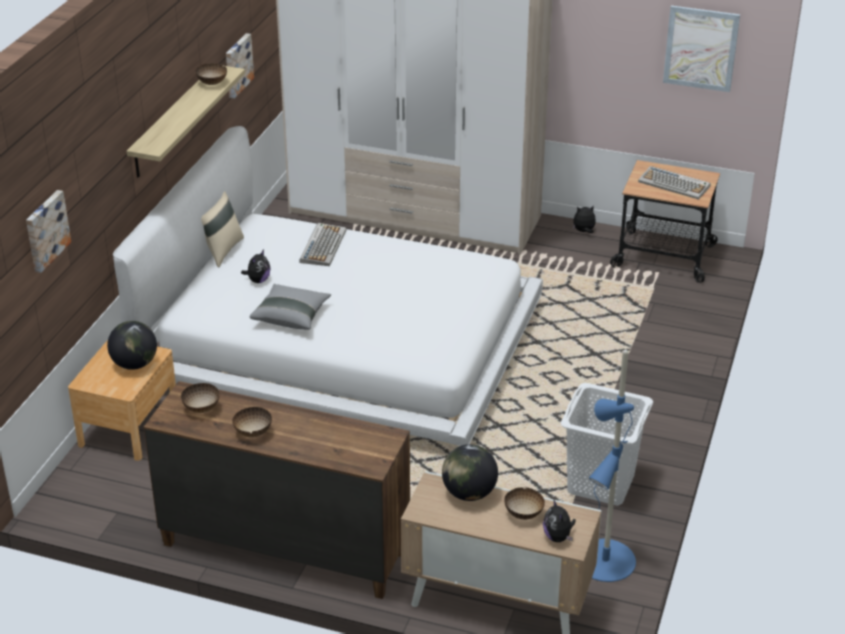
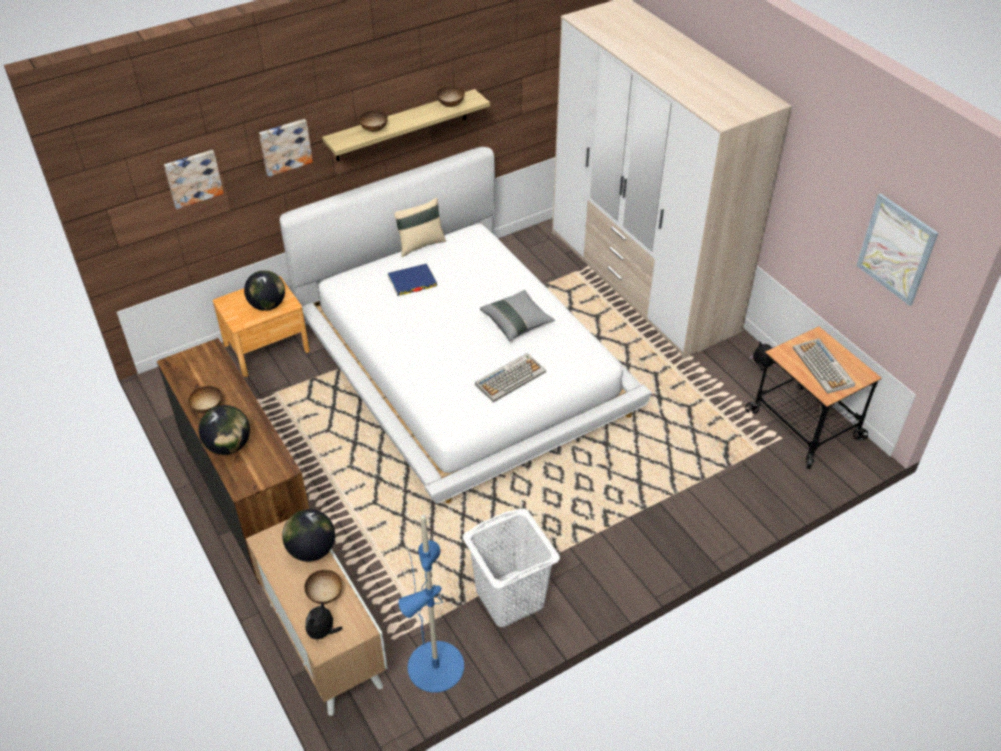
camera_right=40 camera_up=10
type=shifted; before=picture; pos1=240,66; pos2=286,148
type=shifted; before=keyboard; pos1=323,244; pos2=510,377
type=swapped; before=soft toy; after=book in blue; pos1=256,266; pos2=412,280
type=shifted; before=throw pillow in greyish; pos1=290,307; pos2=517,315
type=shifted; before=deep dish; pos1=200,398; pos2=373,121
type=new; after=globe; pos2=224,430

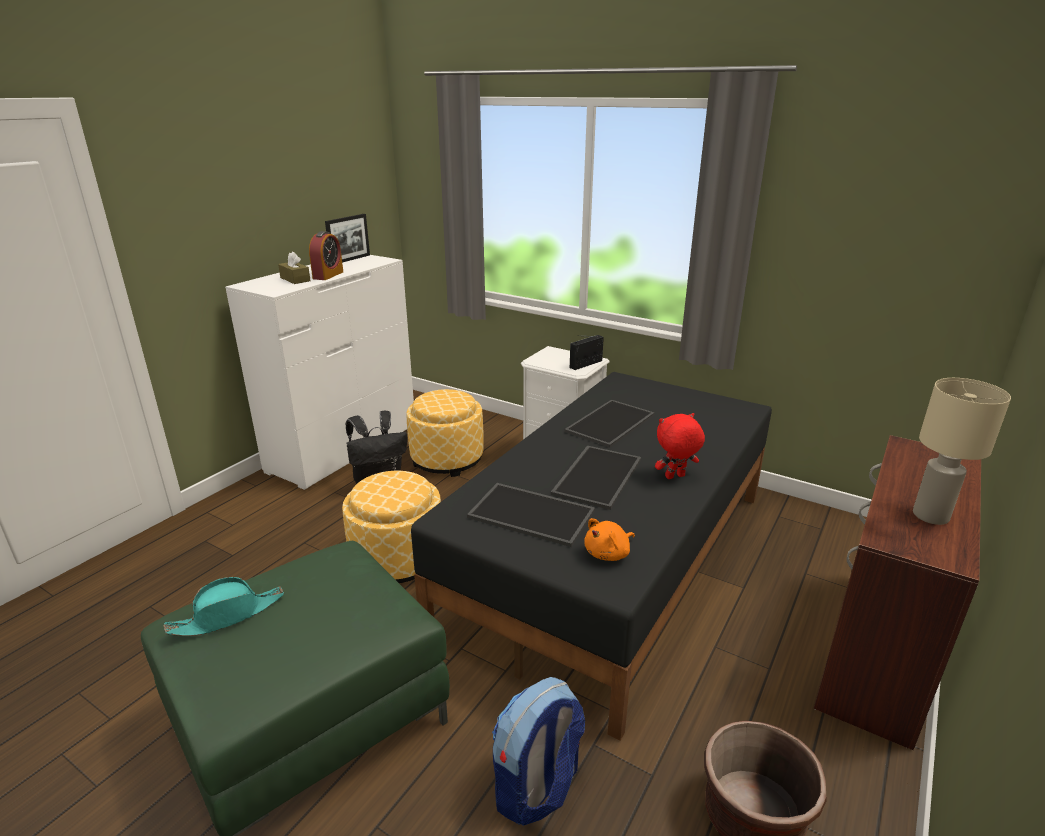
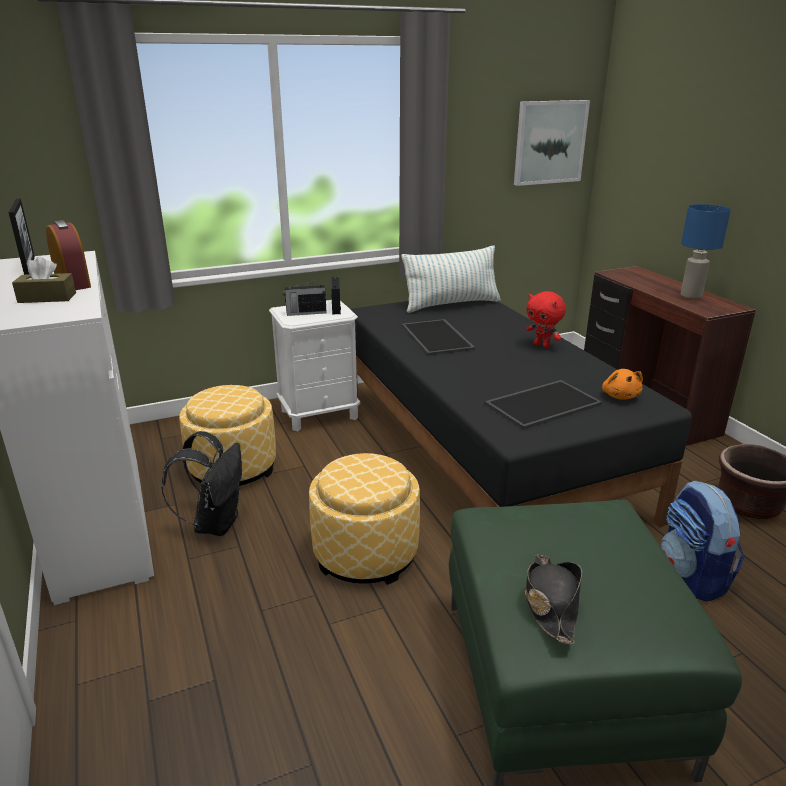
camera_right=-55 camera_up=0
type=repainted; before=table lamp in sand-coloured; after=table lamp in blue; pos1=962,451; pos2=706,251
type=rotated; before=soft toy in red-coloured; pos1=680,446; pos2=546,320; turn=-60
type=gone; before=serving tray; pos1=596,478
type=repainted; before=wearable hat in blue-green; after=wearable hat in black; pos1=224,606; pos2=553,599
type=new; after=picture; pos2=552,143
type=new; after=throw pillow; pos2=451,279
type=new; after=radio receiver; pos2=305,297

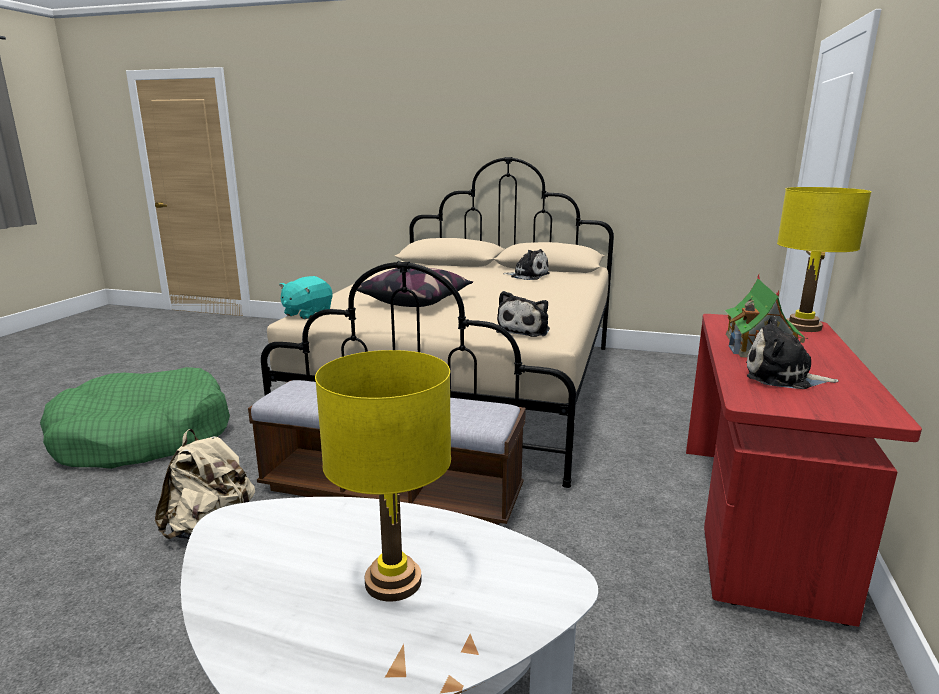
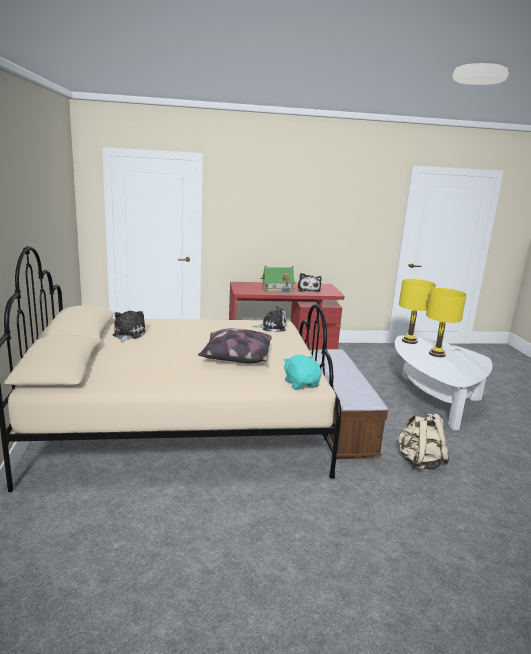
camera_right=-115 camera_up=0
type=shifted; before=table lamp in yellow-coloured; pos1=824,259; pos2=417,311
type=rotated; before=soft toy in blue-green; pos1=305,297; pos2=302,372; turn=-120
type=gone; before=dog bed in greenish; pos1=135,418

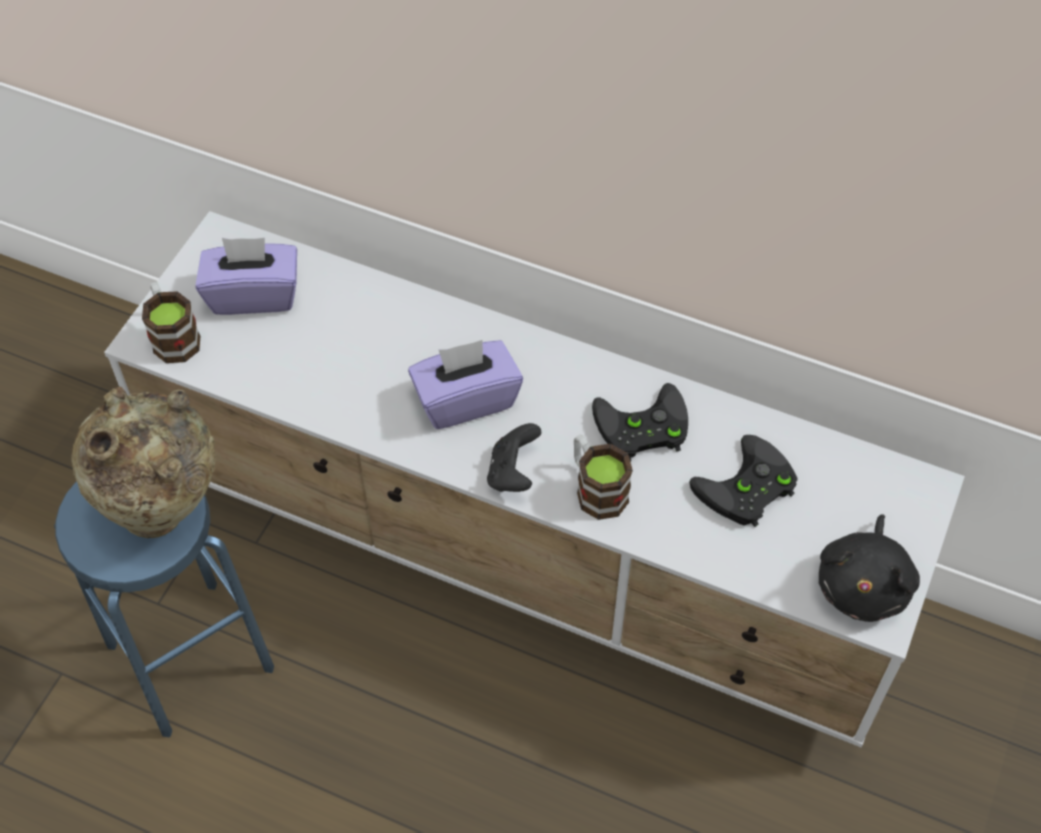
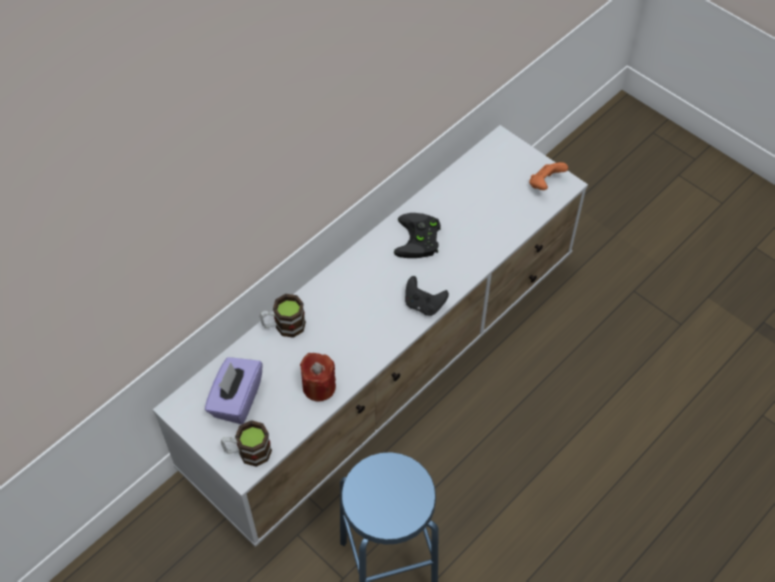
camera_right=-70 camera_up=0
type=gone; before=box of tissues in purplish; pos1=465,384
type=gone; before=decorative vase in sand-coloured; pos1=143,462
type=shifted; before=coffee mug; pos1=603,477; pos2=283,316
type=gone; before=game controller in black; pos1=743,481
type=swapped; before=soft toy in black; after=game controller in orange; pos1=869,568; pos2=548,176
type=new; after=wax candle in red-coloured; pos2=318,377

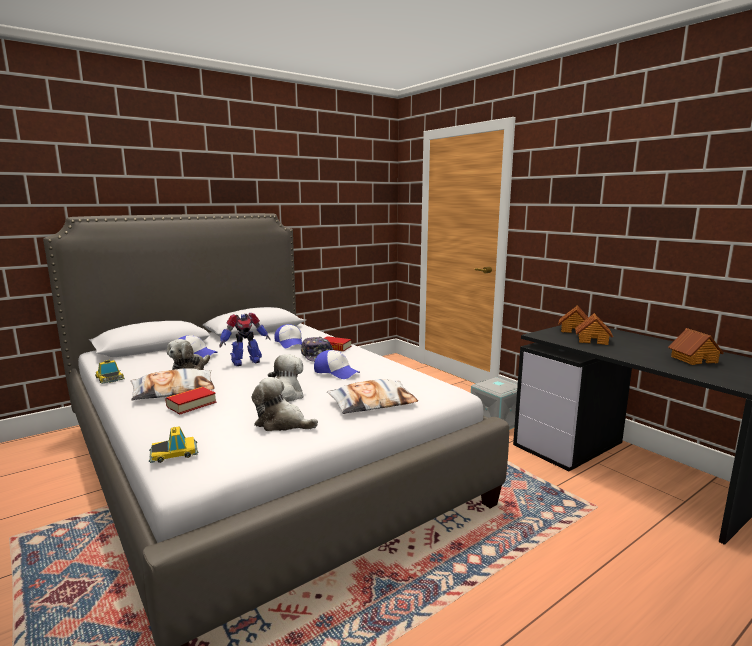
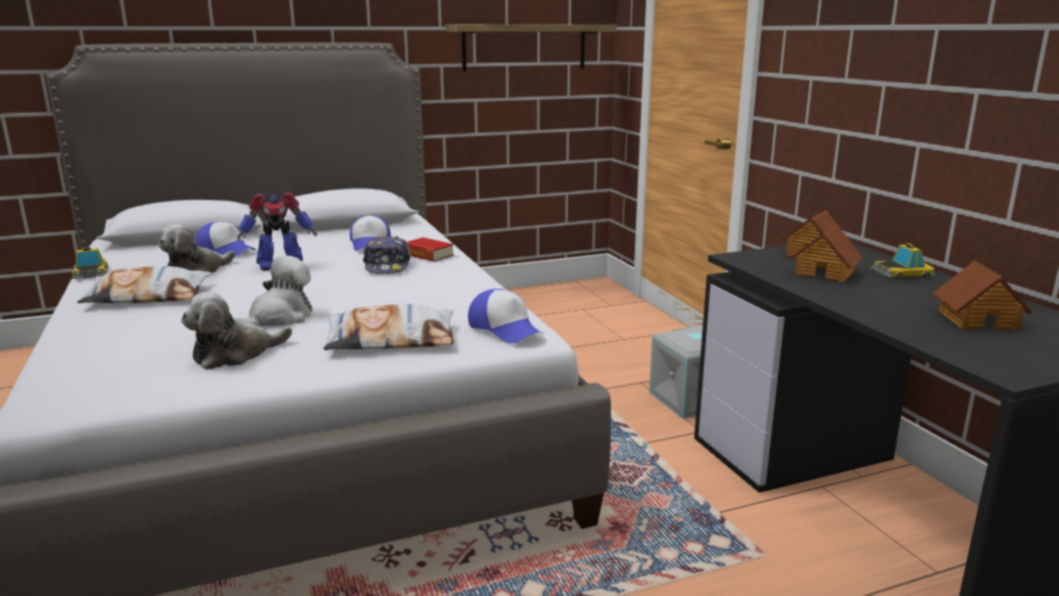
camera_right=15 camera_up=5
type=shifted; before=baseball cap; pos1=337,364; pos2=505,316
type=rotated; before=soft toy; pos1=285,404; pos2=236,331; turn=-75
type=gone; before=book; pos1=190,400
type=shifted; before=miniature car; pos1=173,444; pos2=903,261
type=new; after=wall shelf; pos2=531,47

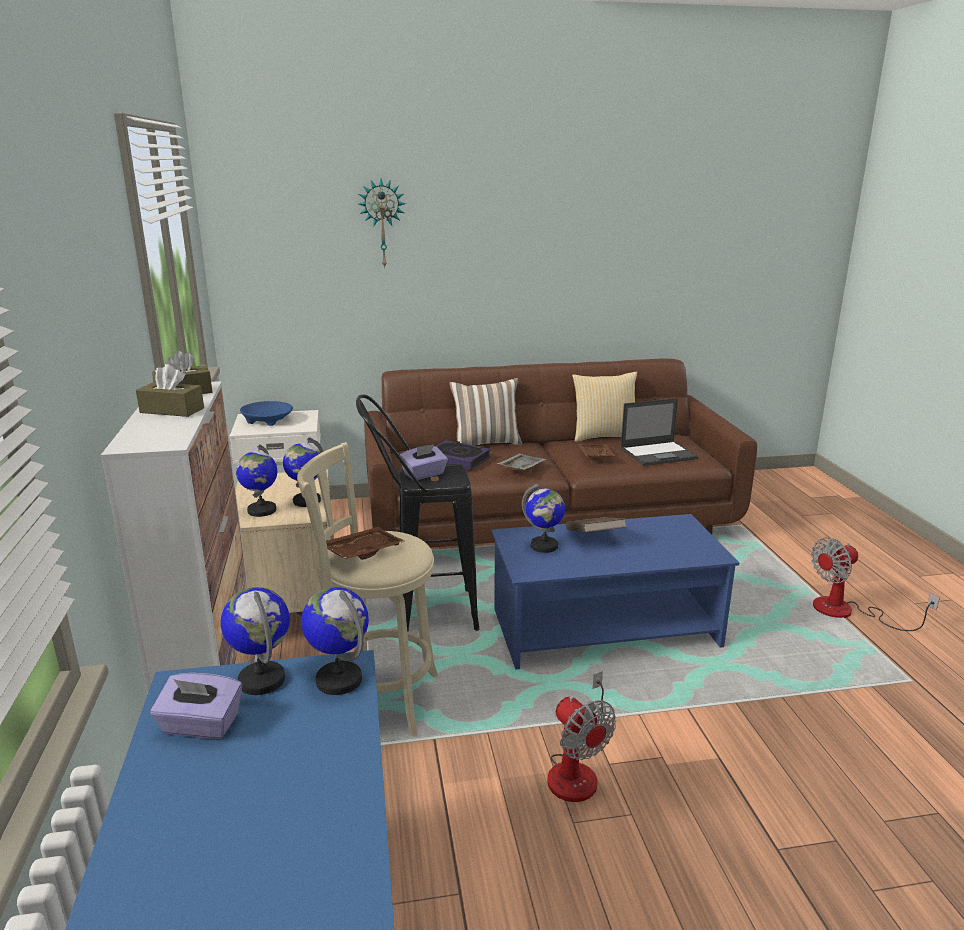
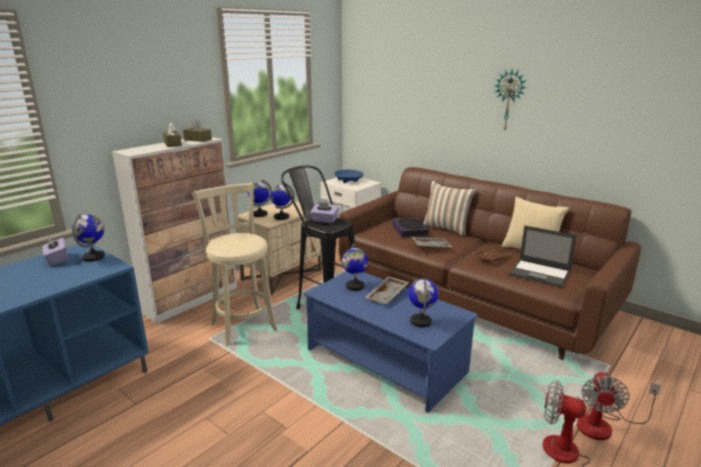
camera_right=50 camera_up=0
type=shifted; before=clock on the wall; pos1=382,224; pos2=510,99
type=swapped; before=book in brown-coloured; after=serving tray in greyish; pos1=596,524; pos2=387,290
type=gone; before=serving tray in brown-coloured; pos1=366,543
type=shifted; before=globe; pos1=335,641; pos2=423,302
type=shifted; before=fan; pos1=581,736; pos2=619,406

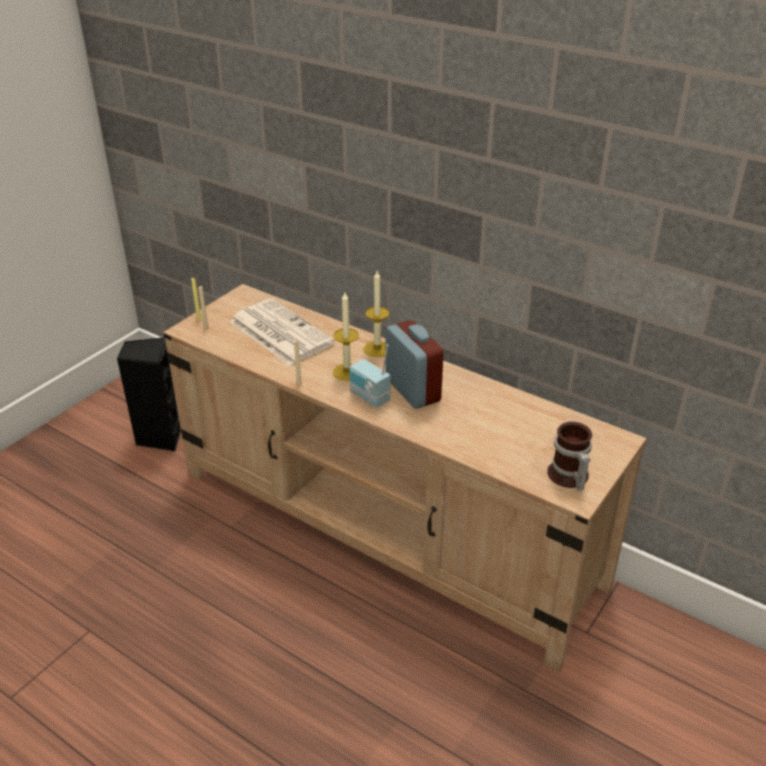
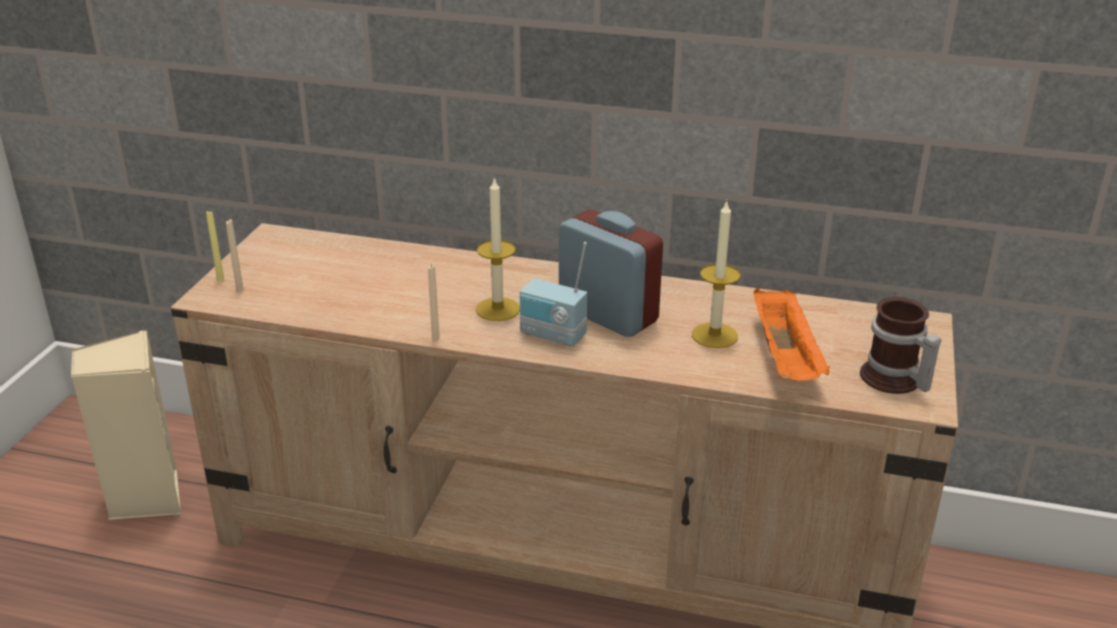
camera_right=-20 camera_up=-5
type=shifted; before=wax candle; pos1=376,314; pos2=716,274
type=gone; before=printed paper; pos1=282,332
type=repainted; before=loudspeaker in black; after=loudspeaker in sand-coloured; pos1=149,394; pos2=126,425
type=new; after=serving tray in orange; pos2=791,334

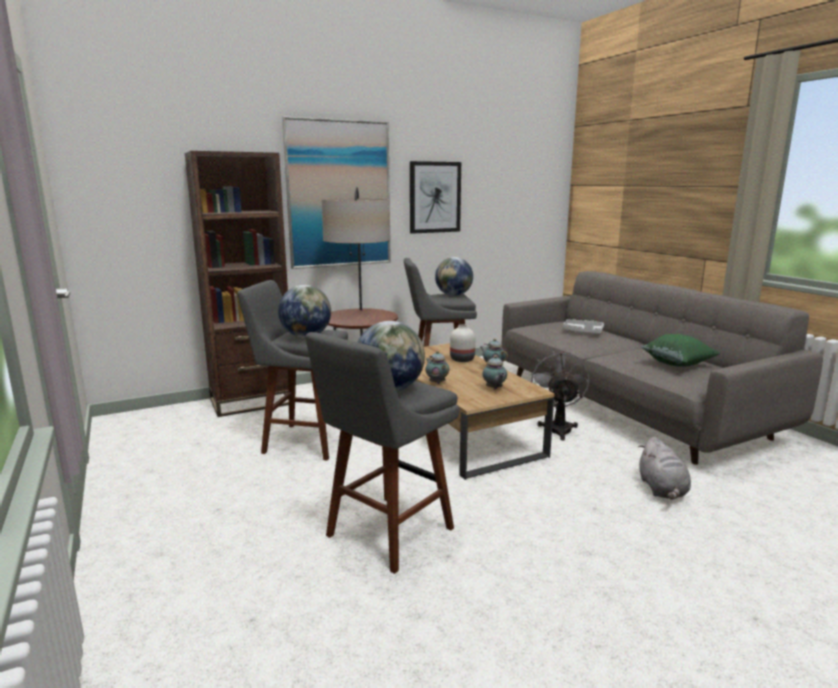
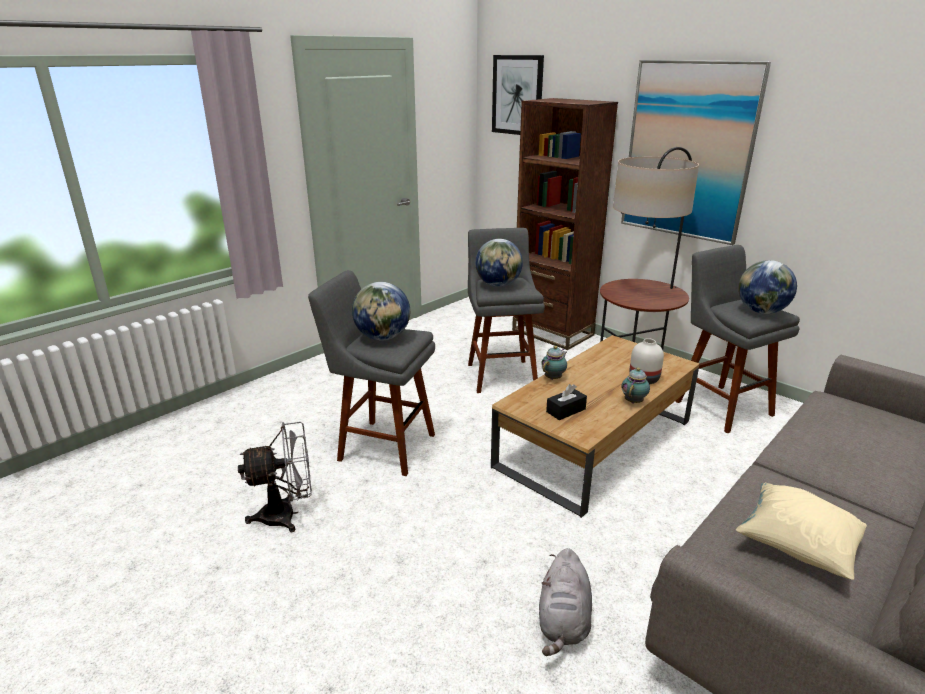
camera_right=70 camera_up=10
type=shifted; before=picture; pos1=435,197; pos2=518,95
type=gone; before=serving tray in greyish; pos1=583,326
type=repainted; before=throw pillow in greenish; after=throw pillow in sand-coloured; pos1=681,350; pos2=801,531
type=shifted; before=fan in greyish; pos1=559,395; pos2=275,477
type=swapped; before=pot for tea; after=box of tissues in black; pos1=494,372; pos2=566,402
type=rotated; before=soft toy in greyish; pos1=665,468; pos2=565,602; turn=-60

